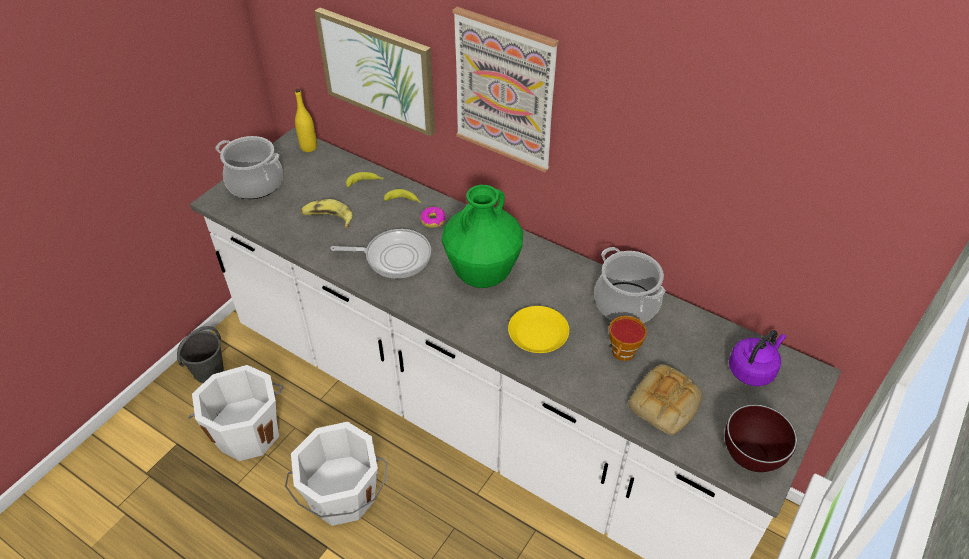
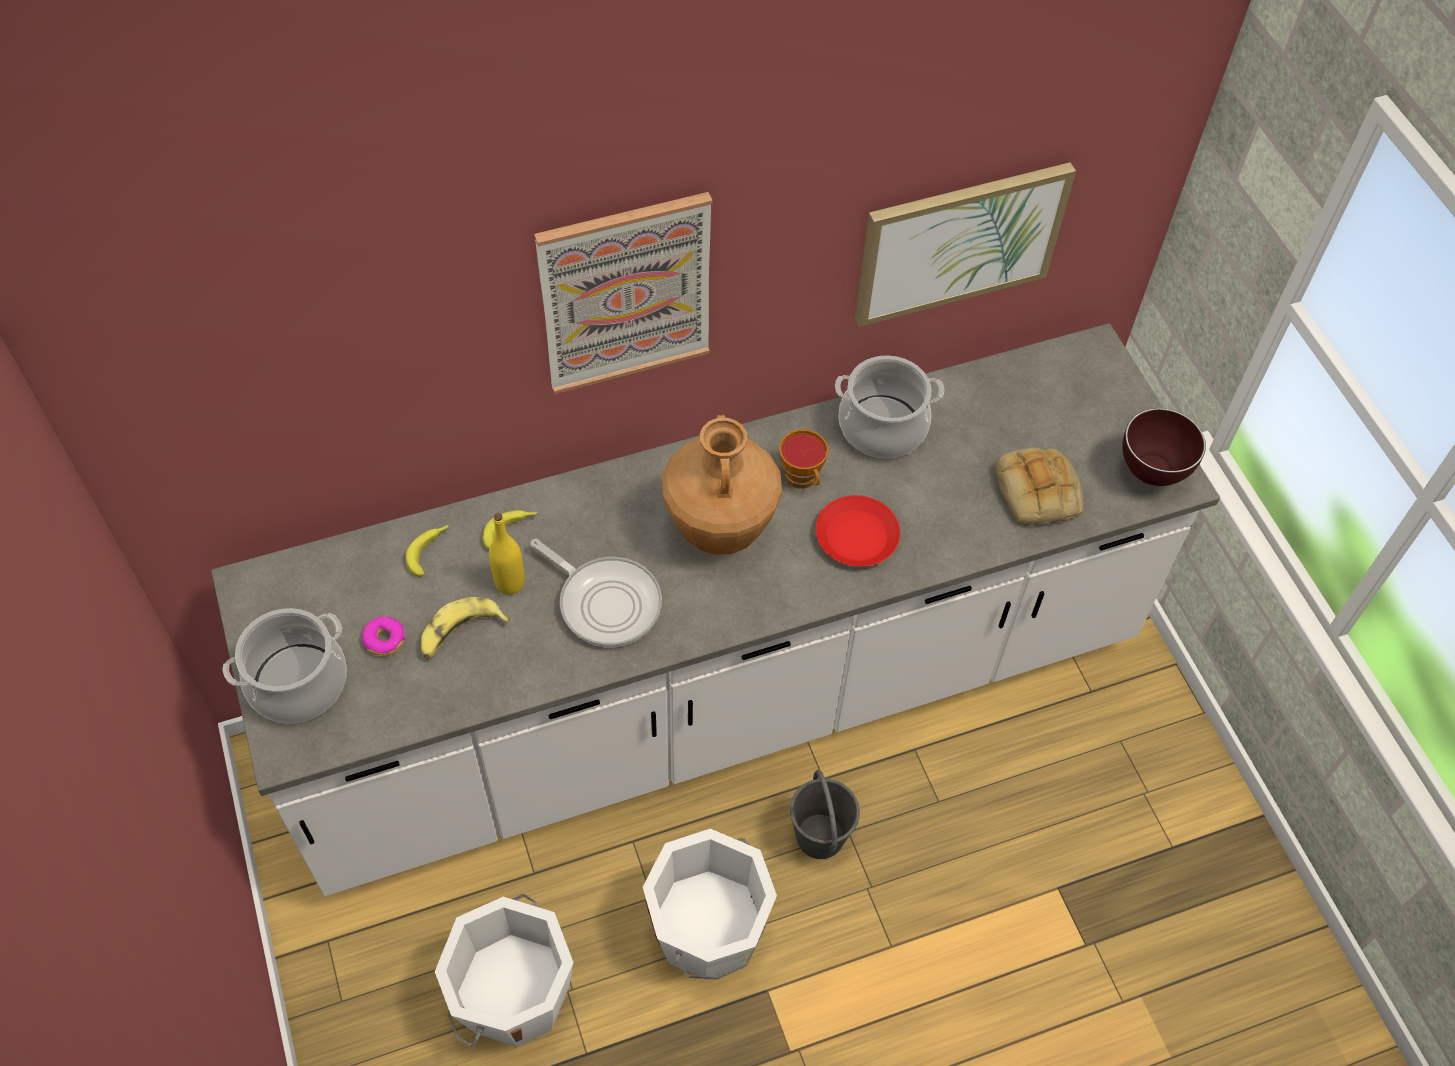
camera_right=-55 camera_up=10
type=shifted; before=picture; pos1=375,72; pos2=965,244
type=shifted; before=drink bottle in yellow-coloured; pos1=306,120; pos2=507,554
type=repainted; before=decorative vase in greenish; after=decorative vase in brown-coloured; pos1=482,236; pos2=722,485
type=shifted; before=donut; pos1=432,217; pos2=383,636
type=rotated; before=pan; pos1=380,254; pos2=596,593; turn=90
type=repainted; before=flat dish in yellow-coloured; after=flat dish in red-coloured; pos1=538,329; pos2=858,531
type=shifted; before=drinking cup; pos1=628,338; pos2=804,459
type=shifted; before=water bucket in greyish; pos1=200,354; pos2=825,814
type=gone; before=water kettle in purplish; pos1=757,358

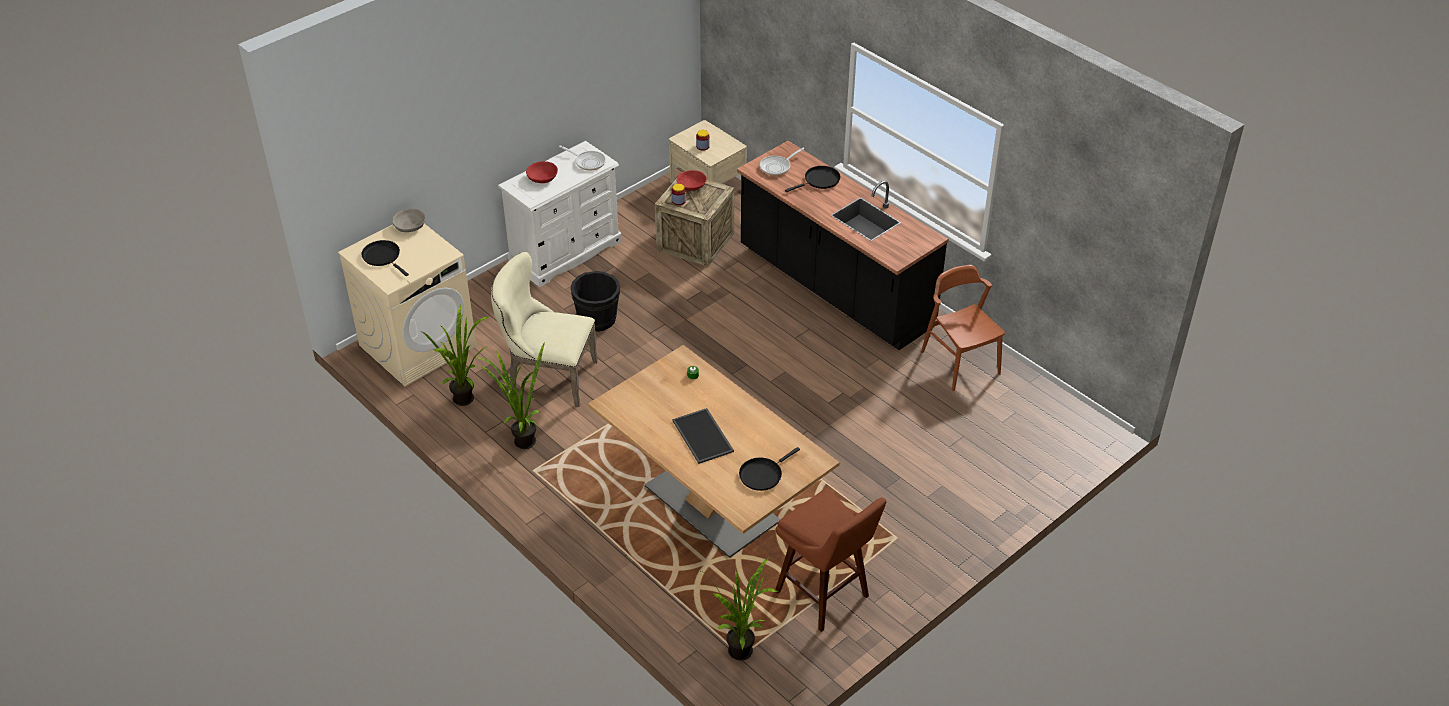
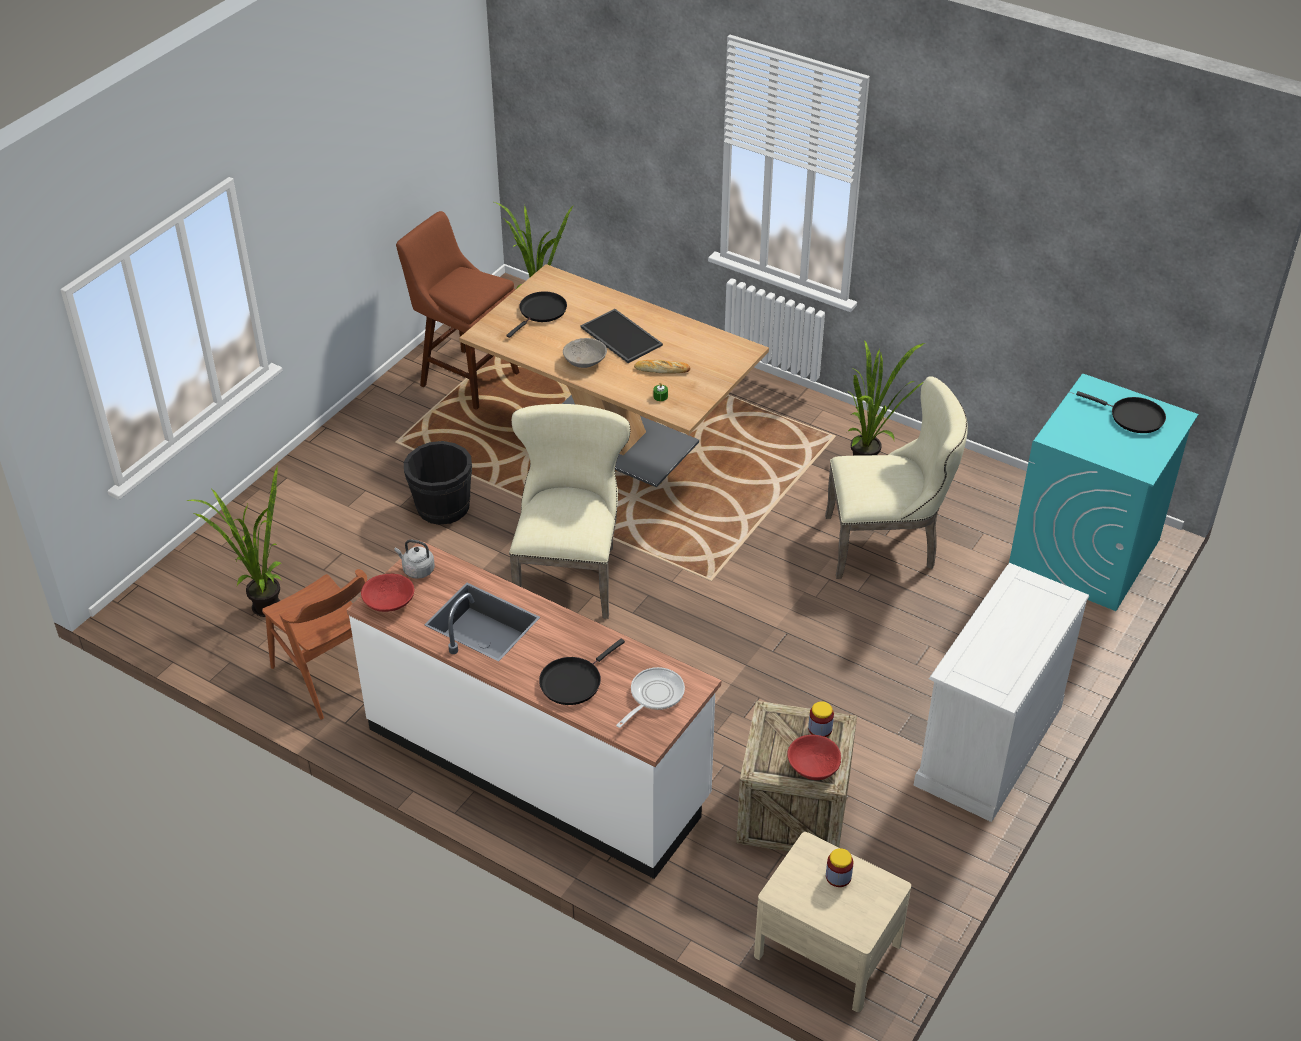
camera_right=165 camera_up=0
type=repainted; before=kitchen base unit in black; after=kitchen base unit in whitish; pos1=842,245; pos2=534,709
type=gone; before=pan; pos1=582,158
type=shifted; before=deep dish in red-coloured; pos1=542,172; pos2=387,593
type=shifted; before=deep dish in greyish; pos1=409,220; pos2=585,353
type=repainted; before=laundry appliance in sand-coloured; after=laundry appliance in blue-green; pos1=407,305; pos2=1103,492
type=shifted; before=water bucket in black; pos1=595,301; pos2=438,483
type=shifted; before=plant in a pot; pos1=455,355; pos2=234,541
type=new; after=baked bread; pos2=662,367
type=new; after=chair in sand-coloured; pos2=569,511
type=new; after=water kettle in greyish; pos2=414,559

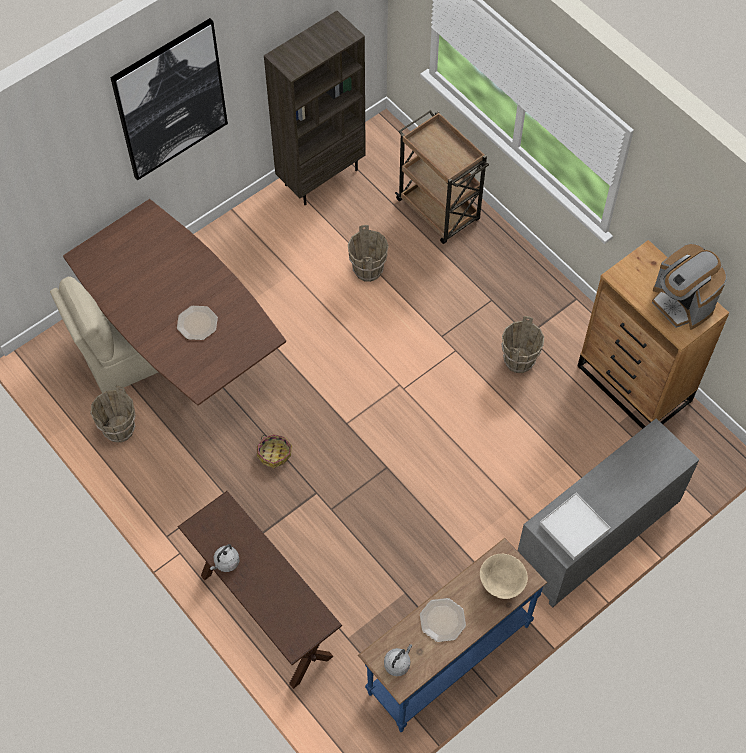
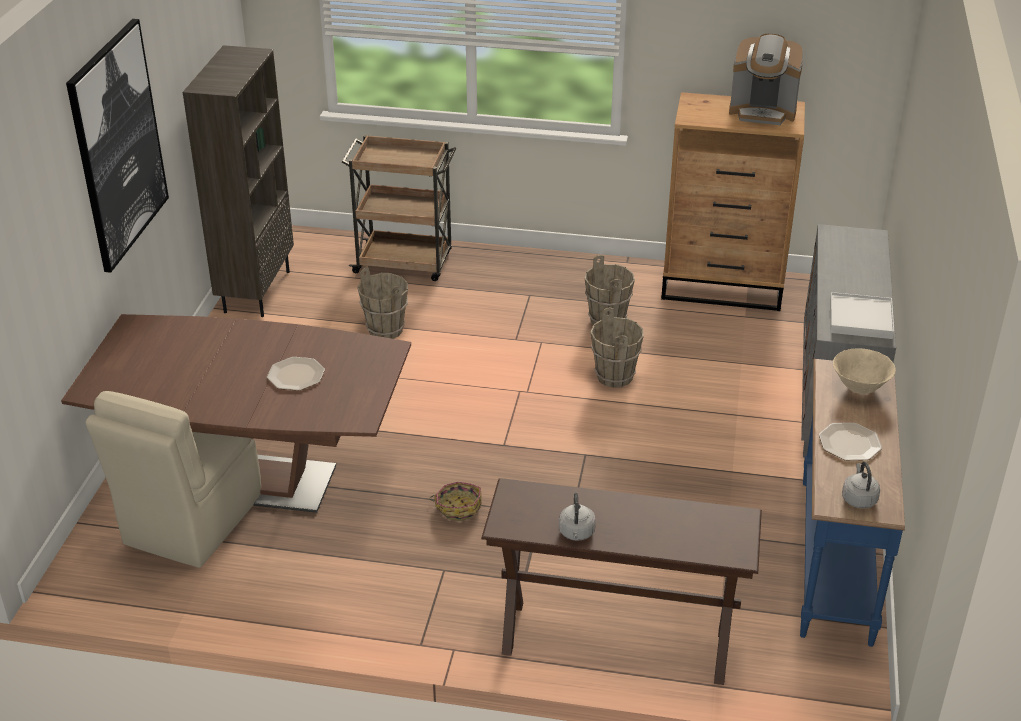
camera_right=-40 camera_up=-25
type=shifted; before=water bucket in brown-coloured; pos1=113,414; pos2=617,347

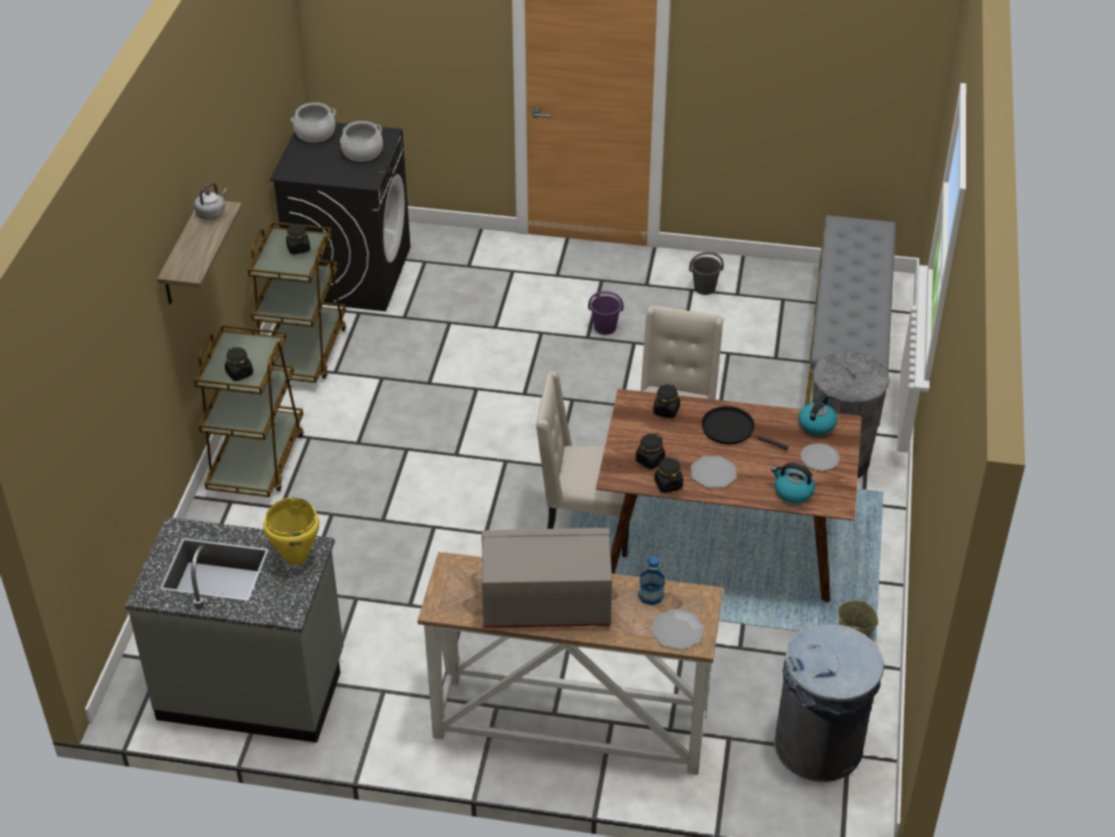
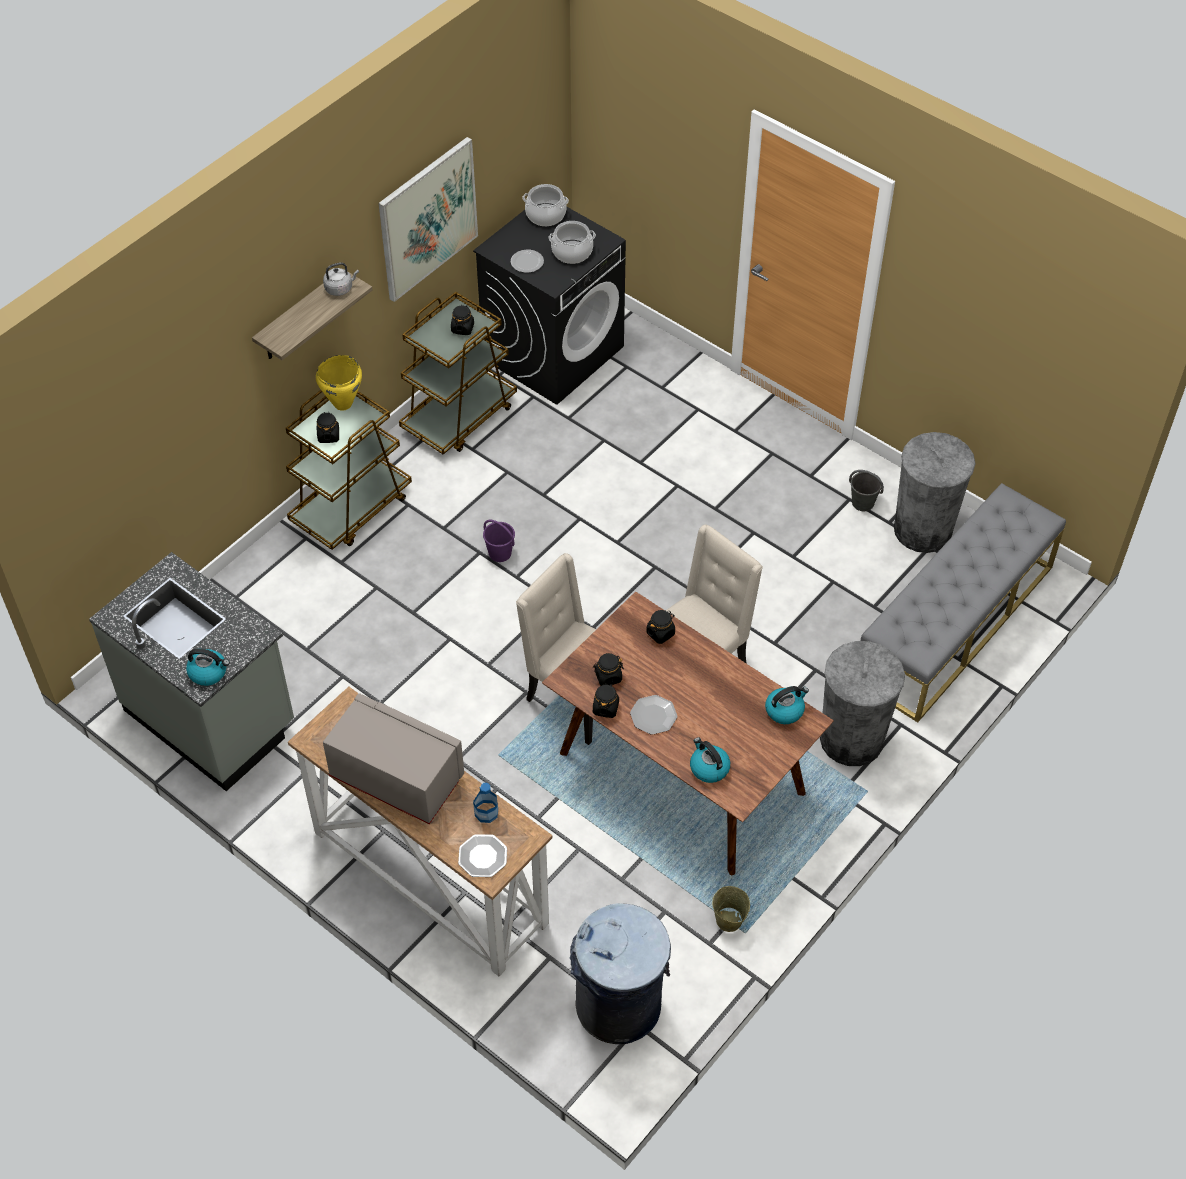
camera_right=30 camera_up=10
type=shifted; before=water bucket in purplish; pos1=606,313; pos2=499,541
type=gone; before=pan in black; pos1=745,428
type=shifted; before=flat dish; pos1=820,457; pos2=527,261
type=shifted; before=saucepot in yellow-coloured; pos1=291,531; pos2=339,383
type=new; after=picture; pos2=428,219
type=new; after=trash can in greyish; pos2=935,492
type=new; after=water kettle; pos2=208,667

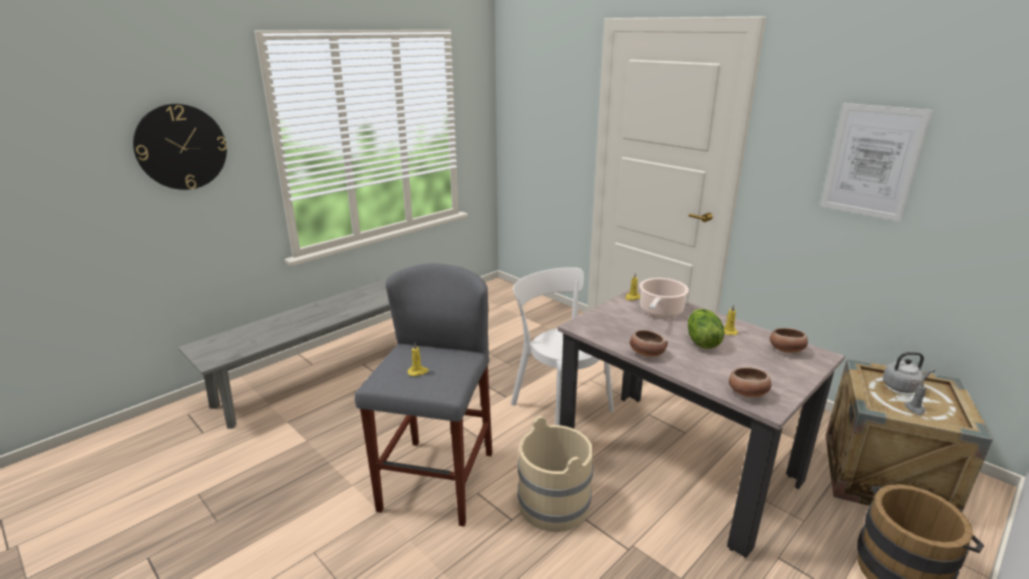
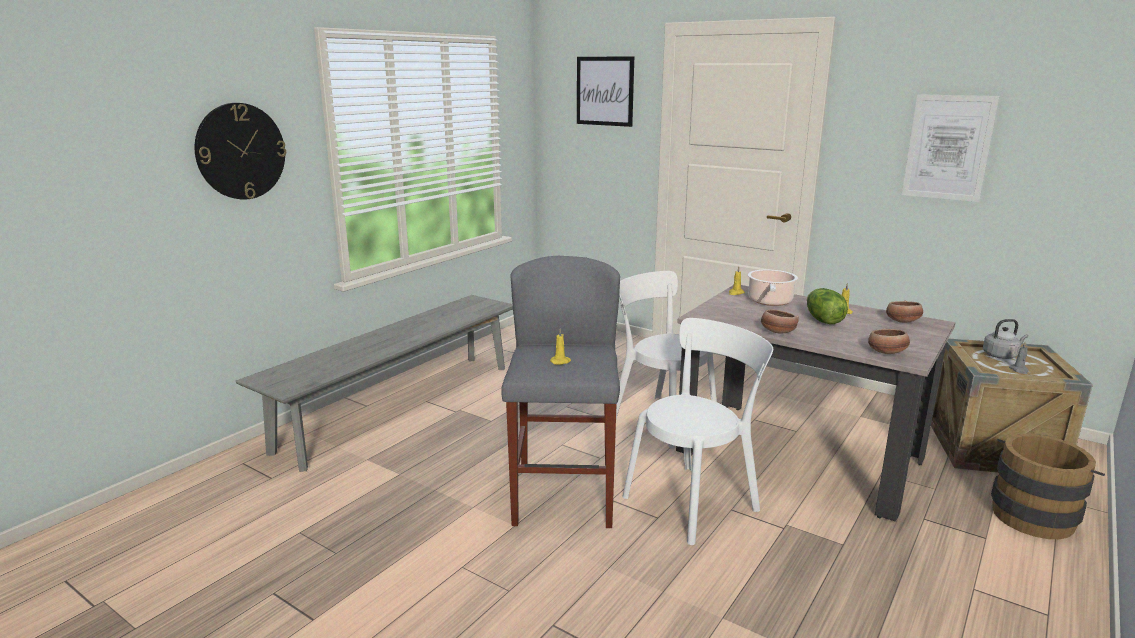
camera_right=-10 camera_up=-5
type=swapped; before=water bucket in sand-coloured; after=chair in whitish; pos1=556,474; pos2=698,431
type=new; after=picture; pos2=605,91

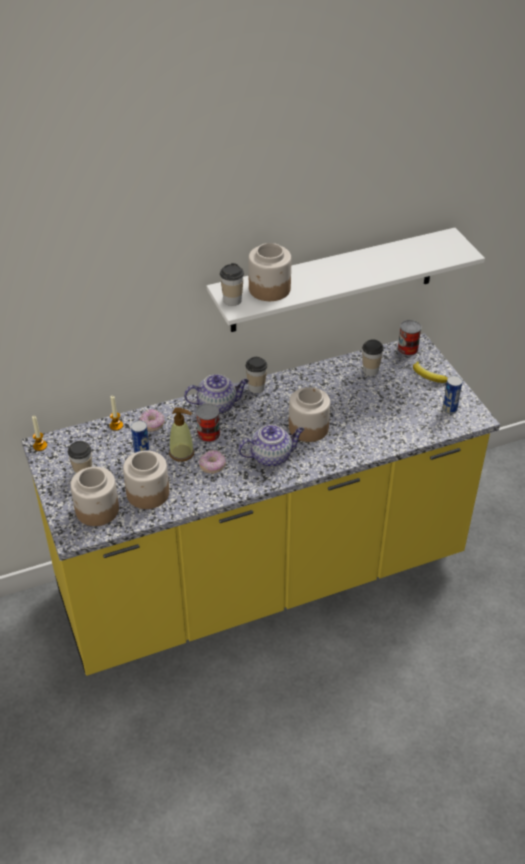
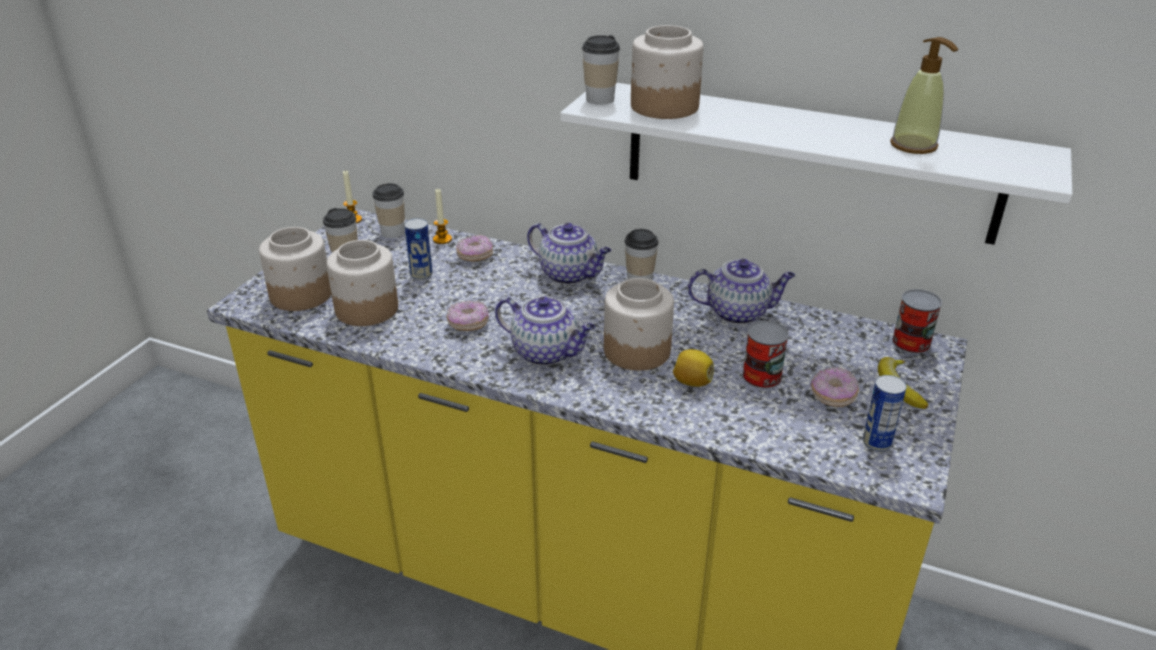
camera_right=45 camera_up=-10
type=shifted; before=drinking cup; pos1=373,357; pos2=389,210
type=shifted; before=can; pos1=208,422; pos2=765,355
type=shifted; before=soap bottle; pos1=181,434; pos2=924,95
type=new; after=pot for tea; pos2=741,291
type=new; after=whole lemon; pos2=693,368
type=new; after=donut; pos2=834,387

